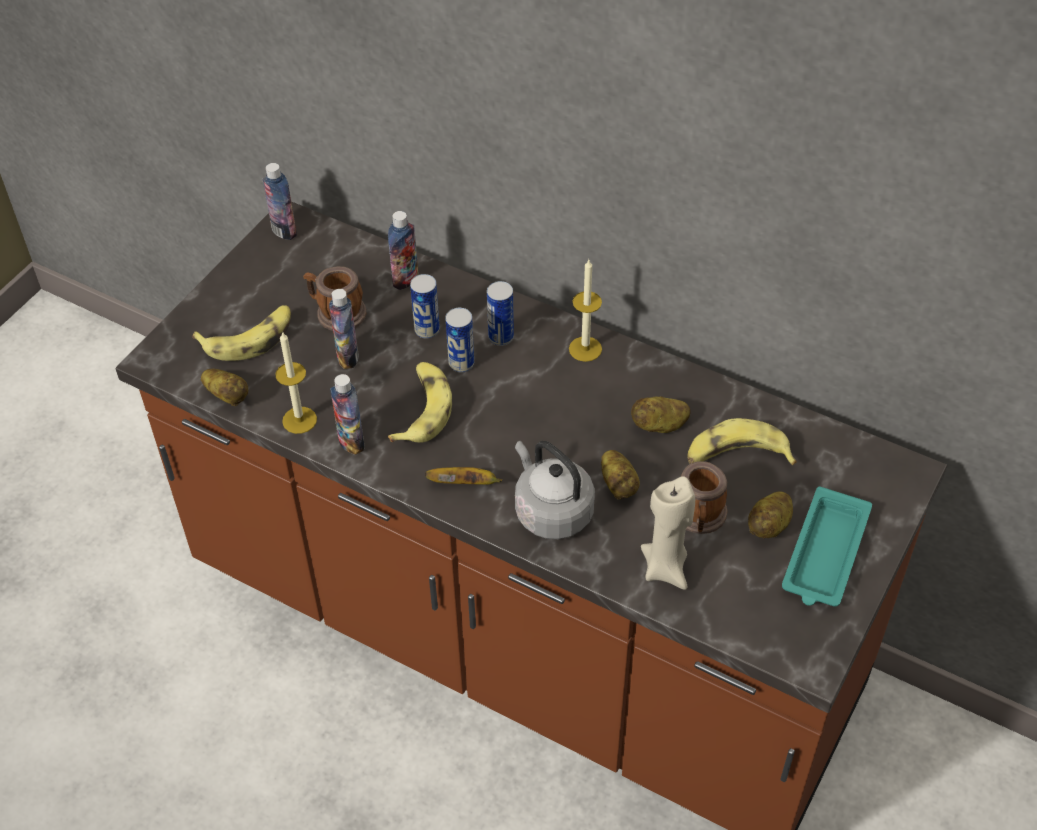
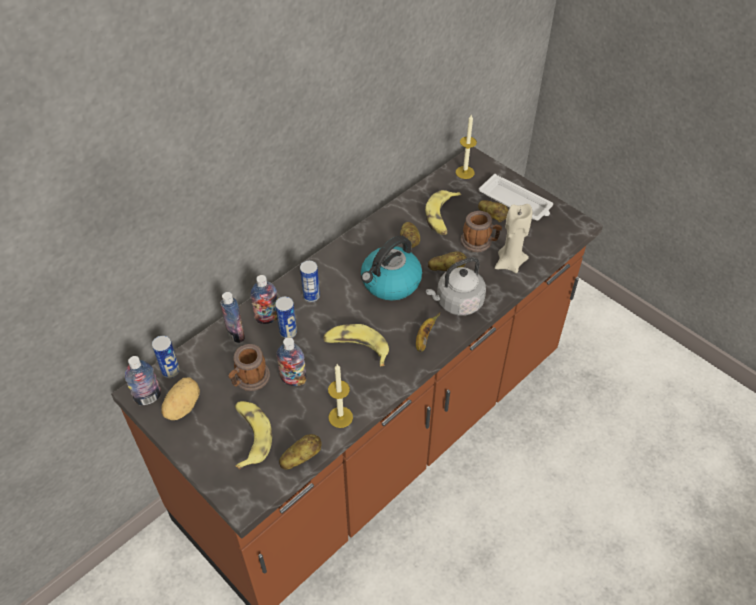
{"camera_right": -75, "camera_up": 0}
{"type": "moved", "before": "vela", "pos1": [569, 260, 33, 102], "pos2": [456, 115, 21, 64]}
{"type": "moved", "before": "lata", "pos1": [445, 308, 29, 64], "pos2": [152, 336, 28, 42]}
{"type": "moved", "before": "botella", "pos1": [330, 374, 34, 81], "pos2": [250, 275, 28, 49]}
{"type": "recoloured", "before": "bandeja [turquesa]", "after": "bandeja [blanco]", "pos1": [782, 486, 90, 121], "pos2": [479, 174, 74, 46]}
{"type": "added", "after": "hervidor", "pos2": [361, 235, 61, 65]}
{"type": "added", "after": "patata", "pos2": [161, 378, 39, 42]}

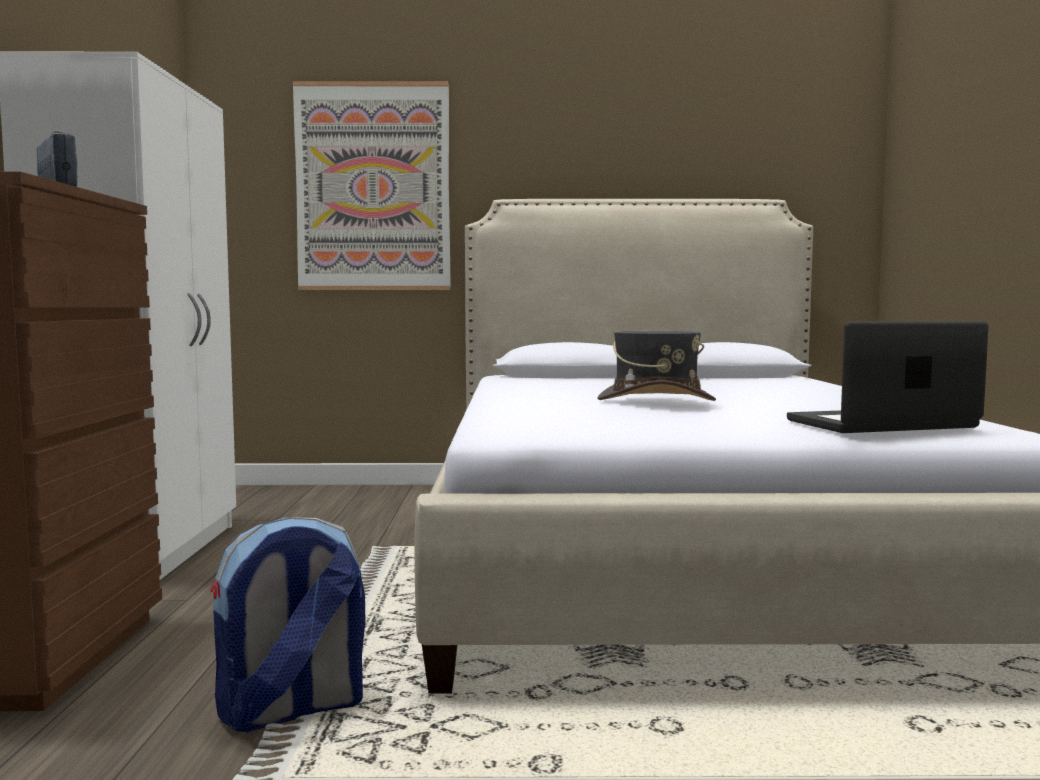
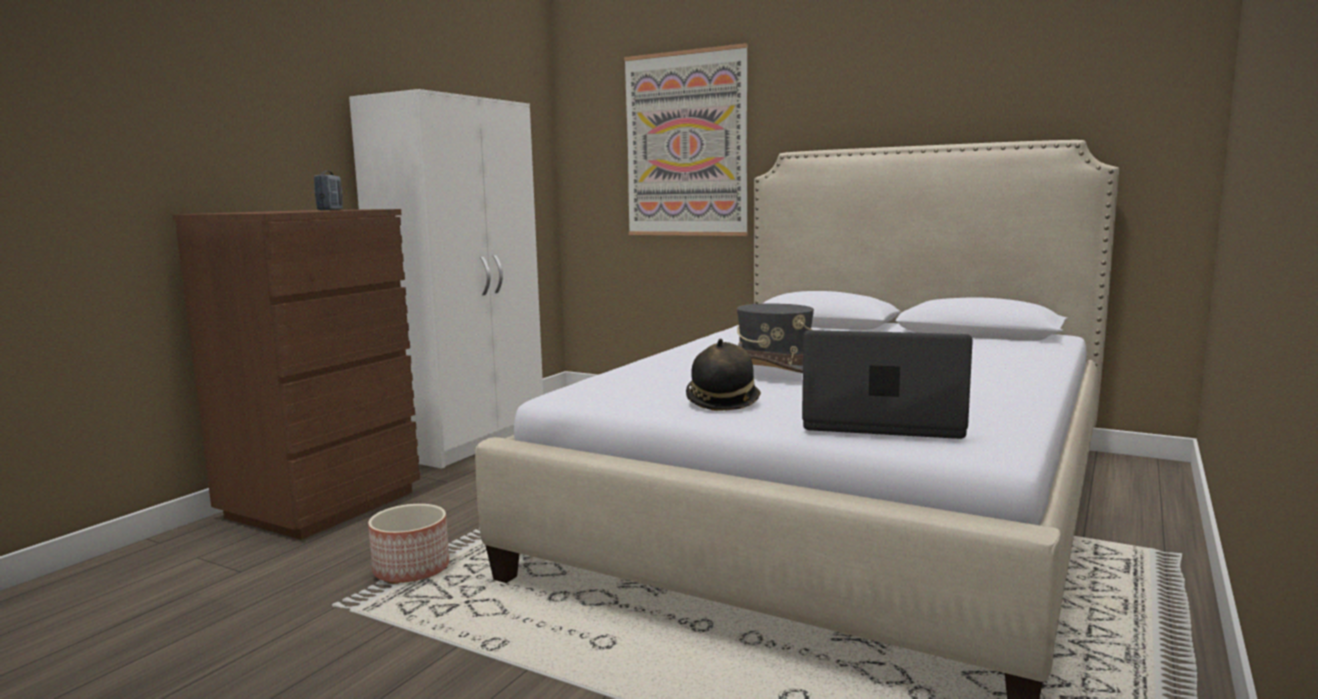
{"camera_right": 30, "camera_up": 5}
{"type": "replaced", "before": "mochila", "after": "maceta", "pos1": [210, 517, 155, 215], "pos2": [368, 504, 81, 80]}
{"type": "added", "after": "sombrero", "pos2": [686, 339, 75, 72]}

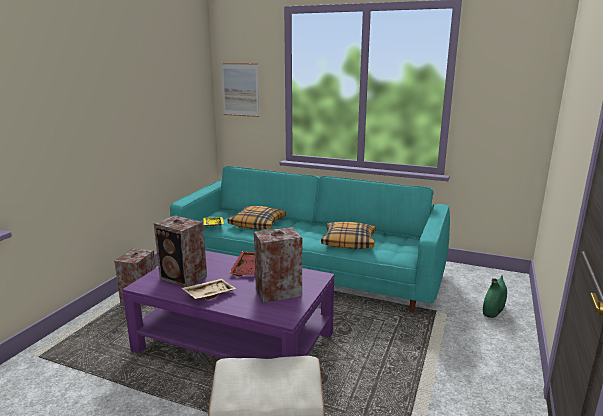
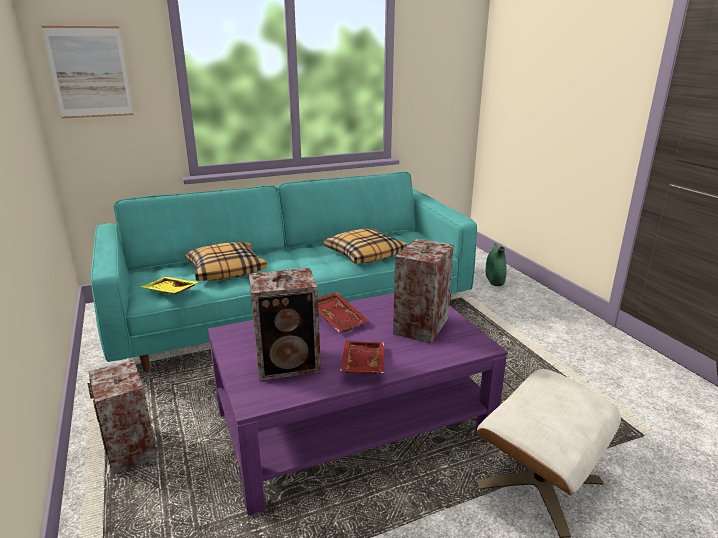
{"camera_right": -45, "camera_up": 5}
{"type": "recoloured", "before": "bandeja [beis]", "after": "bandeja [rojo]", "pos1": [182, 279, 54, 21], "pos2": [340, 340, 44, 34]}

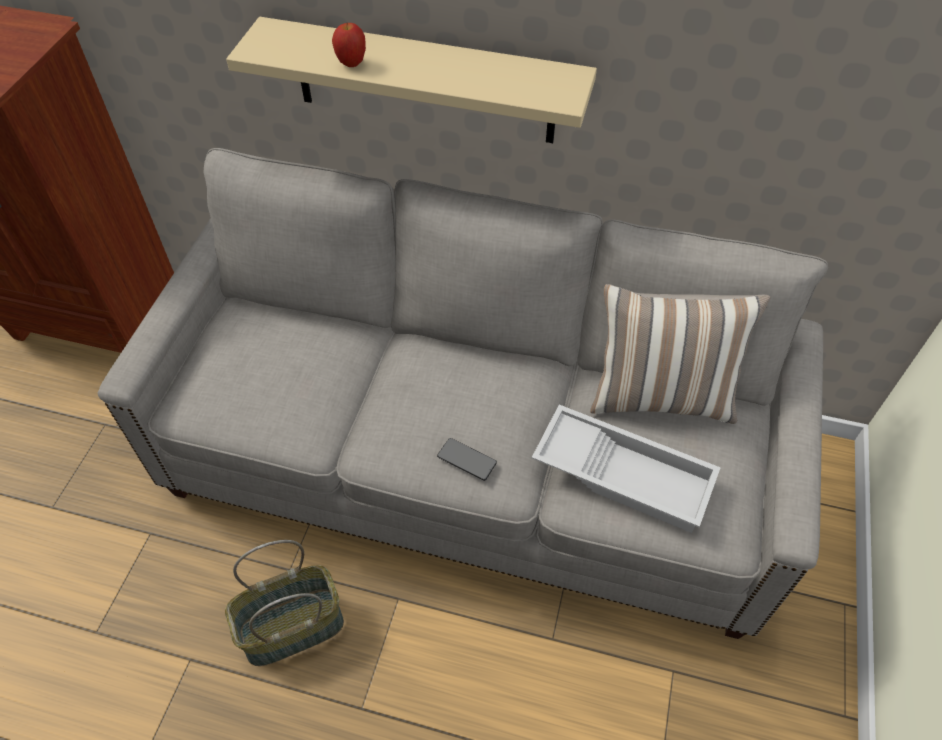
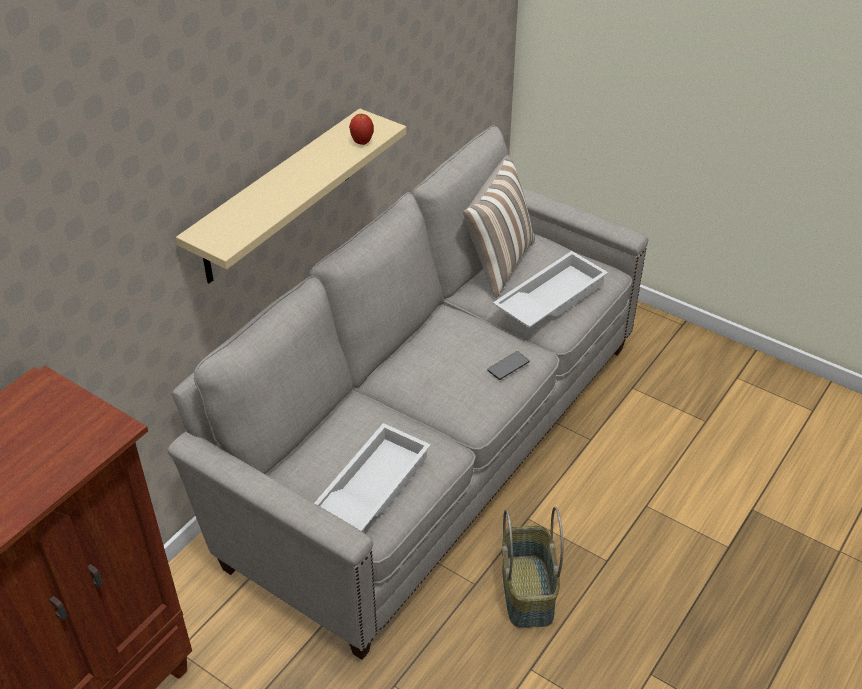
{"camera_right": -70, "camera_up": -10}
{"type": "moved", "before": "manzana", "pos1": [332, 23, 34, 44], "pos2": [349, 114, 25, 31]}
{"type": "added", "after": "bandeja [blanco]", "pos2": [315, 423, 116, 108]}

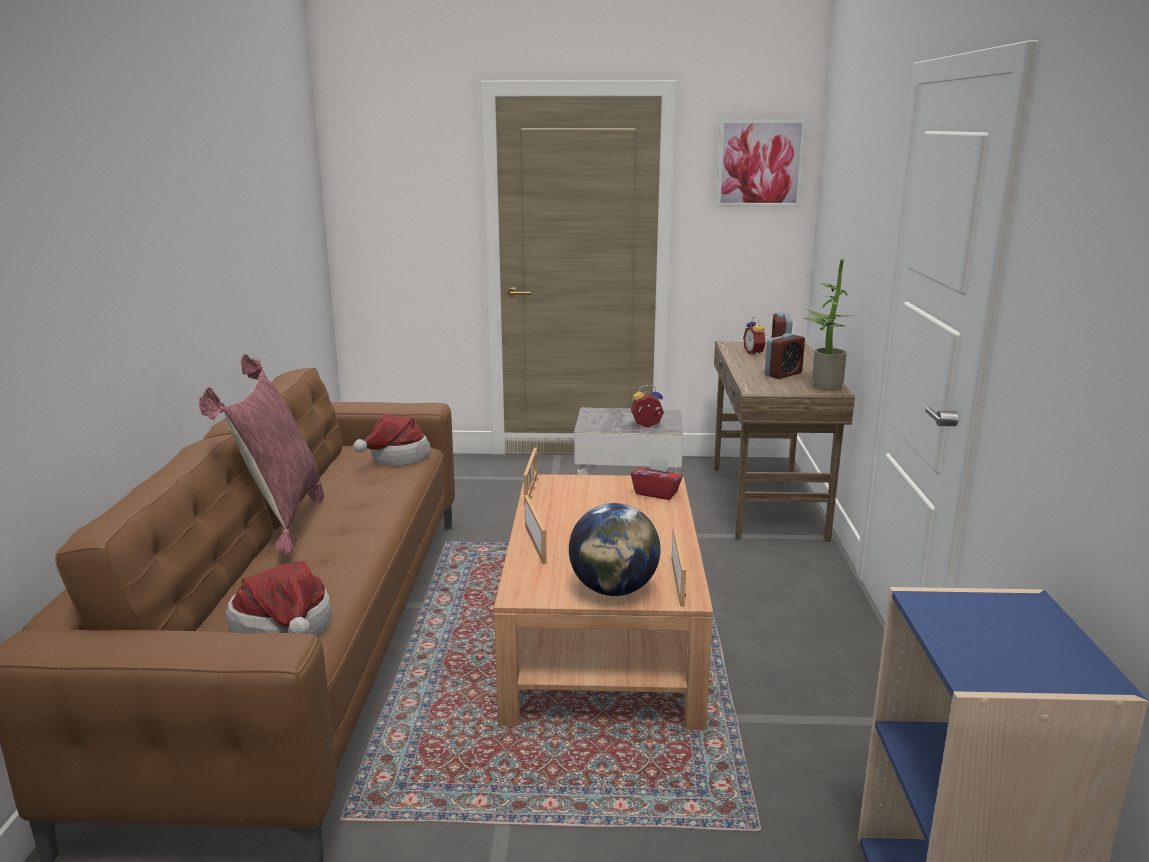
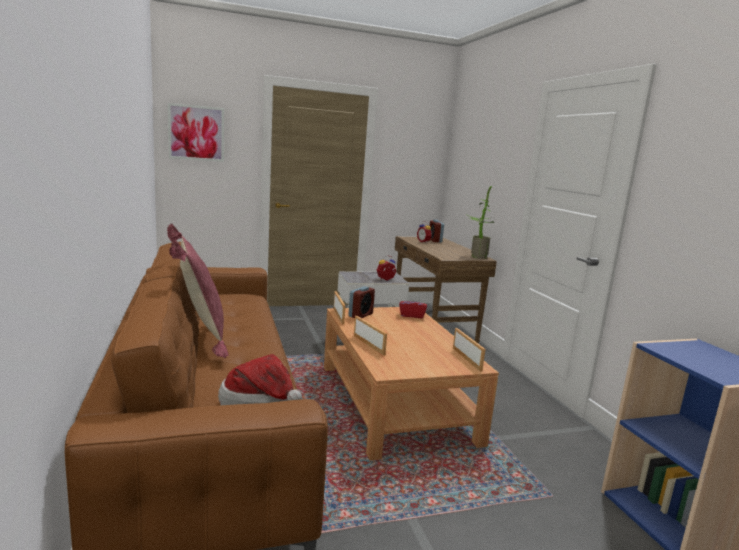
{"camera_right": -20, "camera_up": -5}
{"type": "moved", "before": "cuadro", "pos1": [716, 120, 91, 87], "pos2": [168, 103, 56, 59]}
{"type": "moved", "before": "despertador", "pos1": [765, 333, 40, 46], "pos2": [348, 286, 27, 32]}
{"type": "removed", "before": "sombrero", "pos1": [353, 414, 78, 52]}
{"type": "removed", "before": "globo terráqueo", "pos1": [569, 503, 91, 93]}

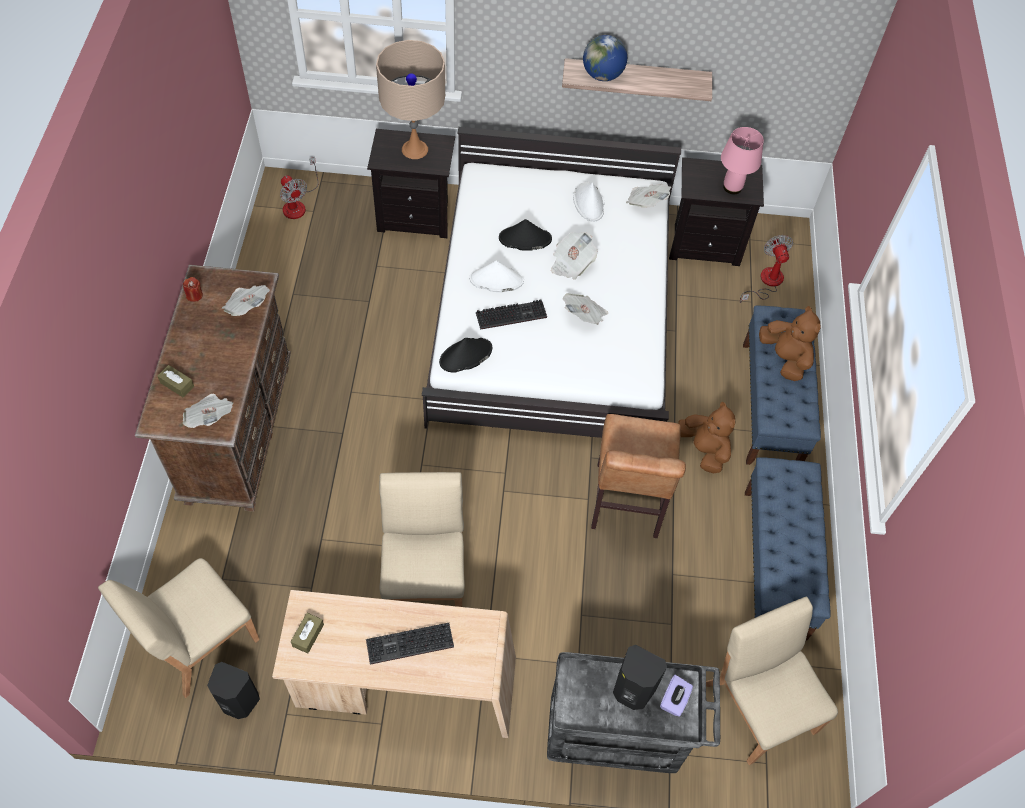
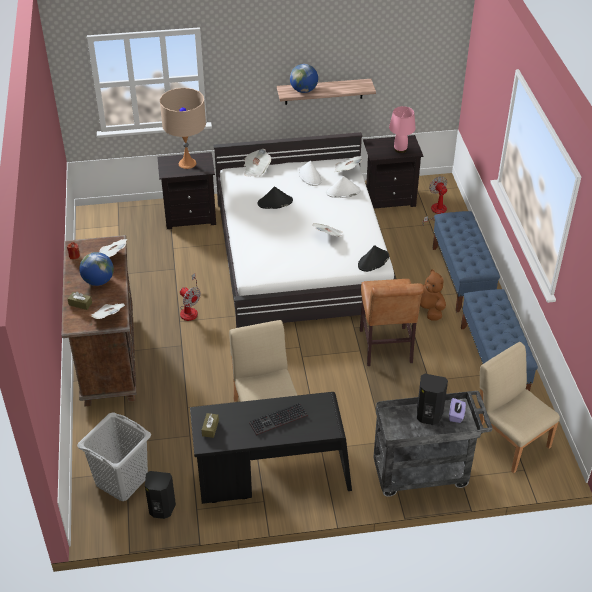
{"camera_right": -10, "camera_up": -15}
{"type": "moved", "before": "ventilador", "pos1": [280, 157, 39, 62], "pos2": [180, 273, 21, 48]}
{"type": "moved", "before": "periódico", "pos1": [551, 232, 46, 48], "pos2": [243, 149, 28, 28]}
{"type": "moved", "before": "sombrero [blanco]", "pos1": [469, 260, 55, 32], "pos2": [326, 176, 35, 22]}
{"type": "removed", "before": "teclado", "pos1": [476, 299, 71, 31]}
{"type": "removed", "before": "peluche [marrón]", "pos1": [759, 306, 61, 75]}
{"type": "moved", "before": "sombrero [negro]", "pos1": [439, 338, 53, 34], "pos2": [358, 245, 31, 27]}
{"type": "replaced", "before": "silla [beis]", "after": "cesto de la ropa [gris]", "pos1": [98, 558, 162, 140], "pos2": [77, 412, 74, 89]}
{"type": "recoloured", "before": "escritorio [beis]", "after": "escritorio [negro]", "pos1": [272, 590, 244, 148], "pos2": [190, 392, 162, 112]}
{"type": "added", "after": "globo terráqueo", "pos2": [79, 252, 35, 34]}

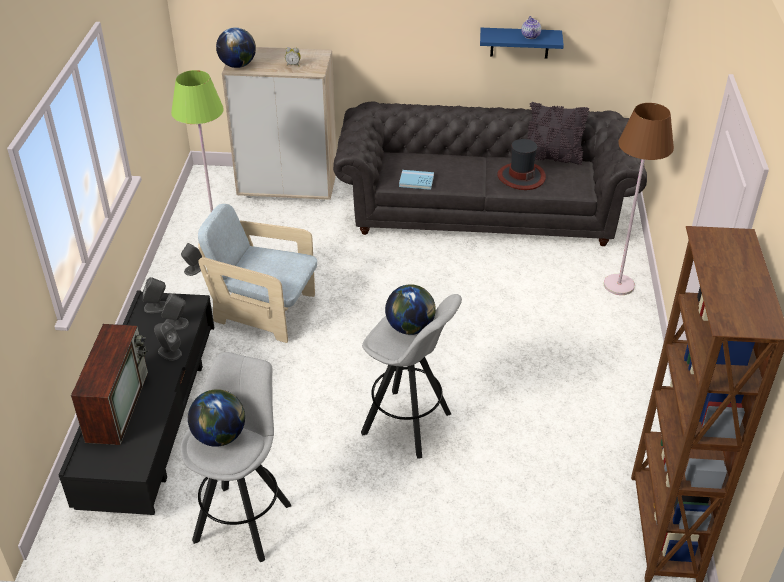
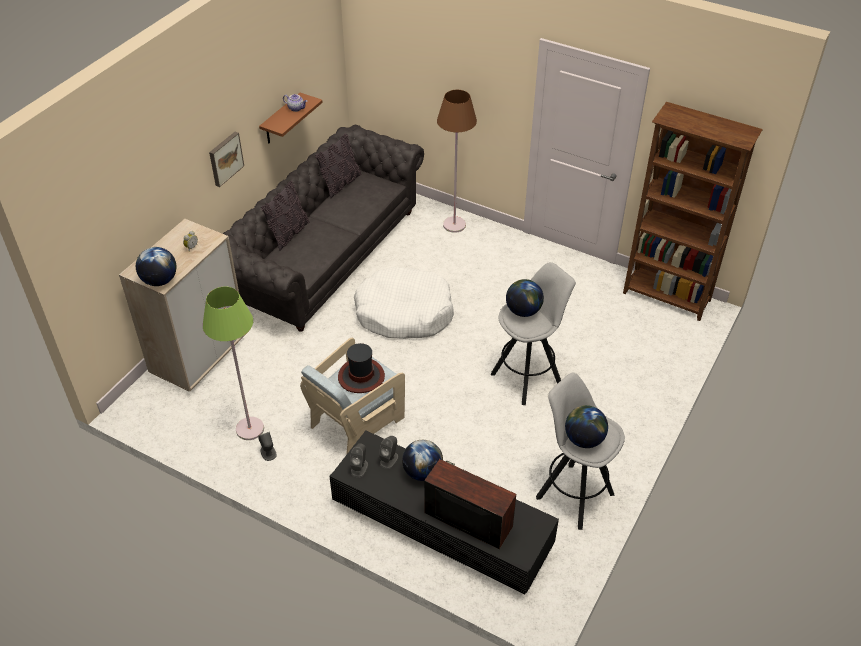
{"camera_right": -65, "camera_up": 5}
{"type": "recoloured", "before": "estante [azul]", "after": "estante [marrón]", "pos1": [480, 28, 84, 31], "pos2": [259, 93, 64, 50]}
{"type": "moved", "before": "sombrero", "pos1": [497, 139, 49, 51], "pos2": [338, 343, 47, 50]}
{"type": "removed", "before": "libro [azul]", "pos1": [399, 170, 35, 20]}
{"type": "replaced", "before": "altavoz [gris]", "after": "globo terráqueo", "pos1": [154, 322, 28, 39], "pos2": [402, 440, 41, 41]}
{"type": "added", "after": "cuadro", "pos2": [209, 132, 35, 55]}
{"type": "added", "after": "cojín [negro]", "pos2": [261, 181, 48, 70]}
{"type": "added", "after": "cama para perro [blanco]", "pos2": [354, 267, 100, 72]}

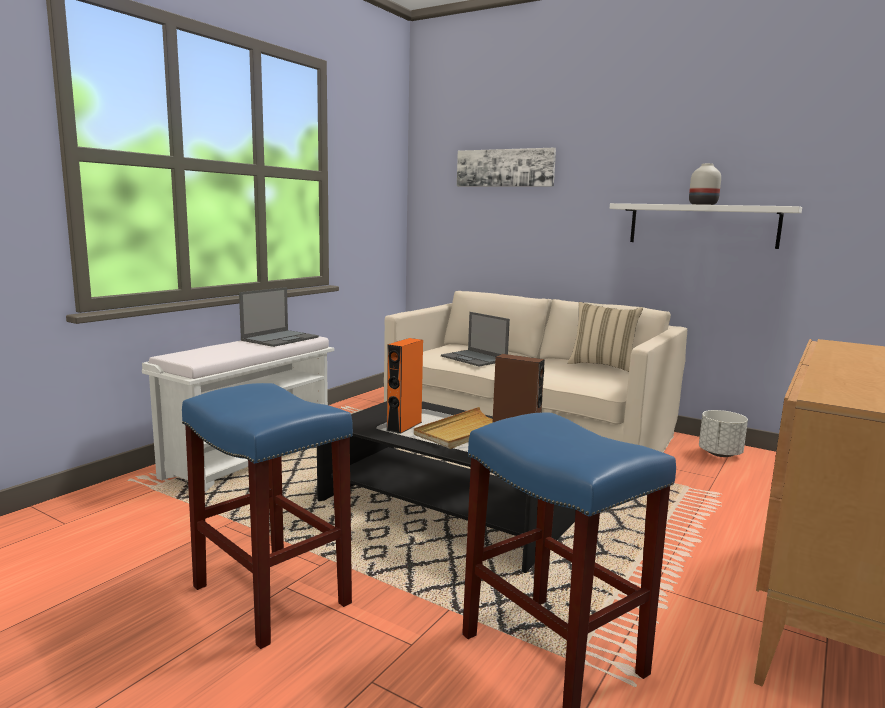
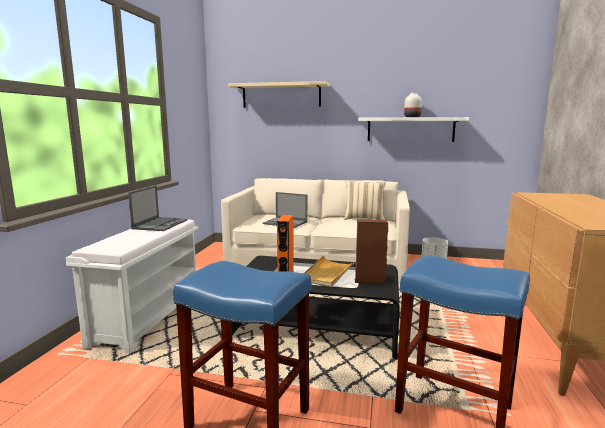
{"camera_right": -20, "camera_up": 0}
{"type": "replaced", "before": "cuadro", "after": "estante [beis]", "pos1": [457, 148, 99, 39], "pos2": [228, 81, 101, 27]}

